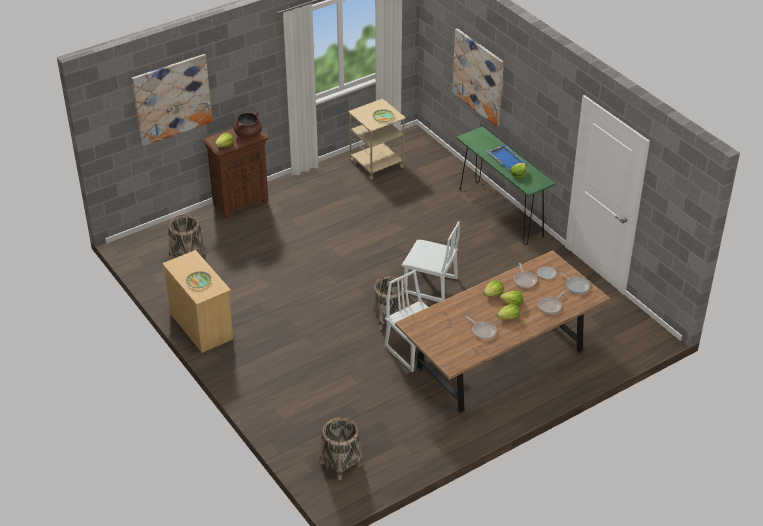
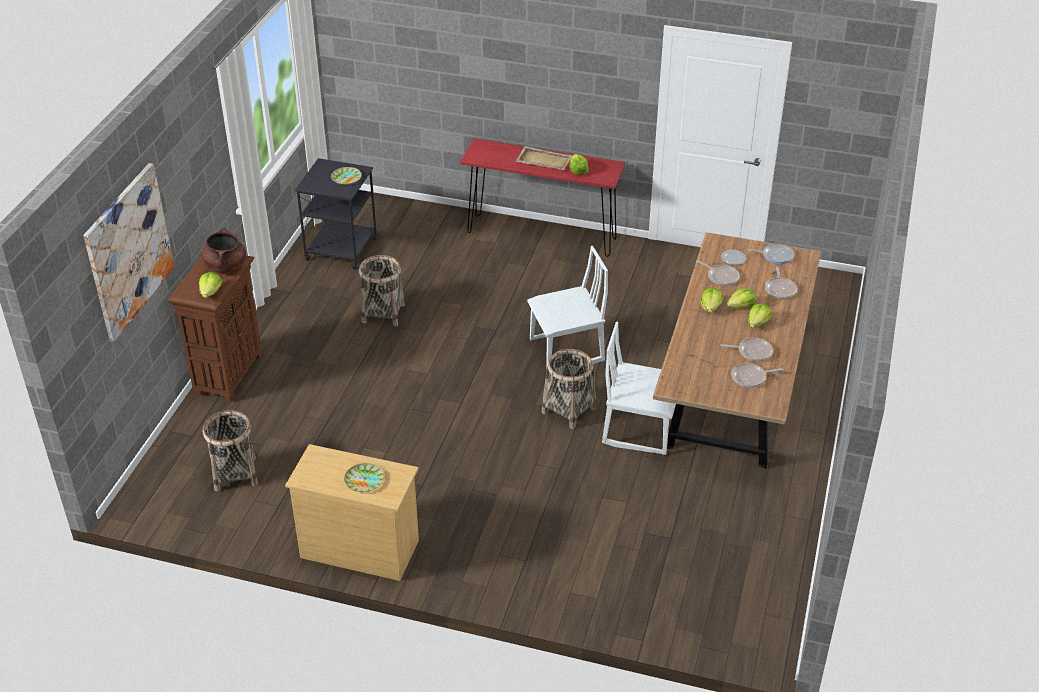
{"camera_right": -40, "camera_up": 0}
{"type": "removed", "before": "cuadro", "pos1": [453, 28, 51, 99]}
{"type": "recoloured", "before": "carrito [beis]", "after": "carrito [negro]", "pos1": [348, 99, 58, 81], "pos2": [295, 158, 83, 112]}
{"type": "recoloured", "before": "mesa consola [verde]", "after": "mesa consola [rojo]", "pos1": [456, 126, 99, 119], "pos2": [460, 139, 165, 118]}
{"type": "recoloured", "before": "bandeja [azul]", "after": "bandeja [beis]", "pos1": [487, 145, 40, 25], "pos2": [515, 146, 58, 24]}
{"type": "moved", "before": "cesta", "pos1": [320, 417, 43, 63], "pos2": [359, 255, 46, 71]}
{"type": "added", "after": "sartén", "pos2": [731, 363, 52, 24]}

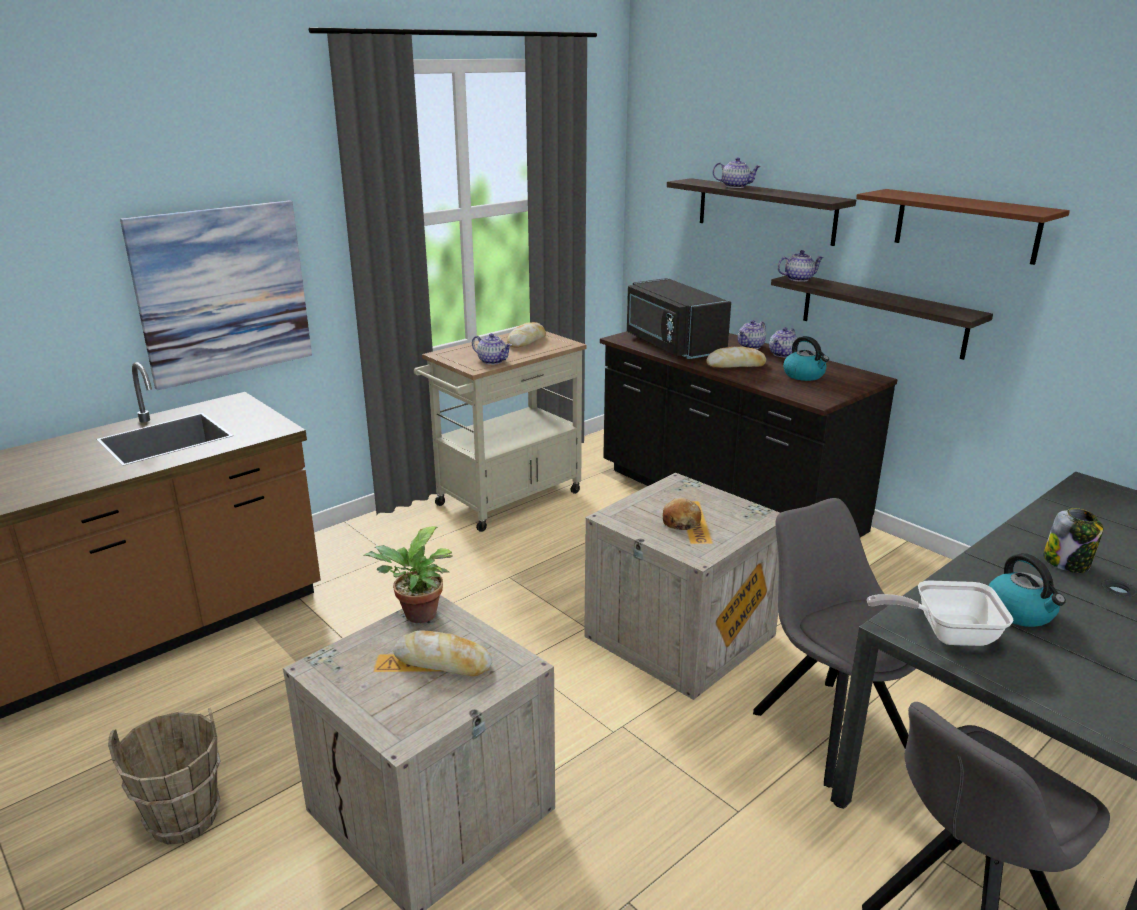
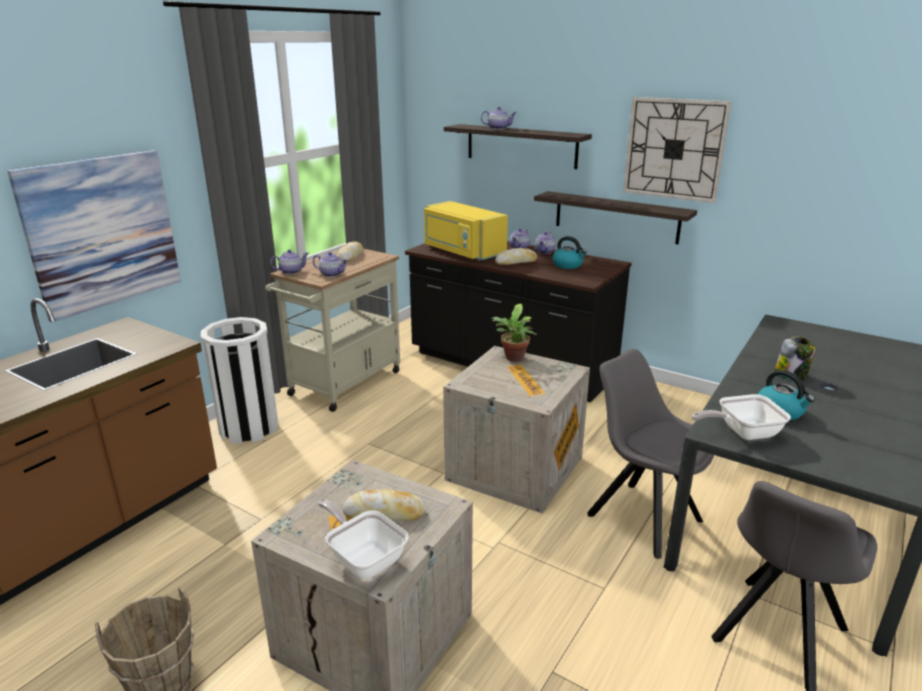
{"camera_right": -15, "camera_up": 0}
{"type": "replaced", "before": "estante [marrón]", "after": "reloj de pared", "pos1": [856, 189, 214, 76], "pos2": [623, 97, 108, 106]}
{"type": "moved", "before": "tetera", "pos1": [777, 250, 47, 32], "pos2": [270, 249, 39, 25]}
{"type": "recoloured", "before": "microondas [negro]", "after": "microondas [amarillo]", "pos1": [627, 278, 104, 81], "pos2": [424, 201, 84, 60]}
{"type": "removed", "before": "pan", "pos1": [663, 498, 38, 32]}
{"type": "moved", "before": "planta en maceta", "pos1": [363, 526, 90, 97], "pos2": [491, 304, 46, 58]}
{"type": "added", "after": "papelera [blanco]", "pos2": [201, 317, 77, 127]}
{"type": "added", "after": "sartén", "pos2": [318, 499, 91, 80]}

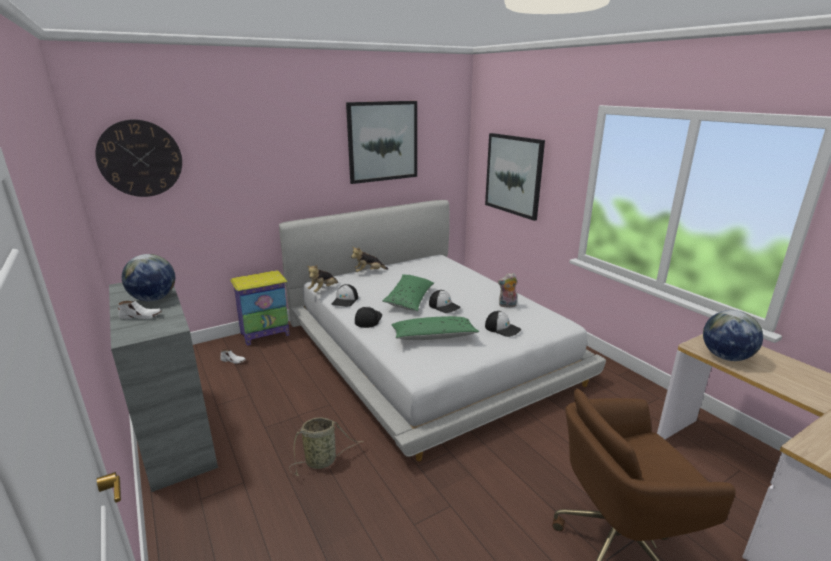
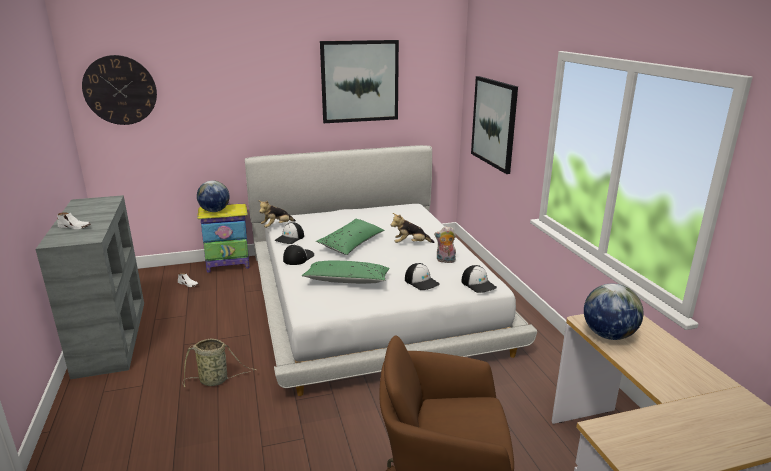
{"camera_right": 15, "camera_up": 0}
{"type": "moved", "before": "peluche", "pos1": [351, 247, 37, 25], "pos2": [391, 213, 44, 30]}
{"type": "moved", "before": "globo terráqueo", "pos1": [122, 254, 53, 47], "pos2": [197, 180, 32, 32]}
{"type": "moved", "before": "gorra", "pos1": [429, 290, 32, 23], "pos2": [461, 265, 36, 28]}

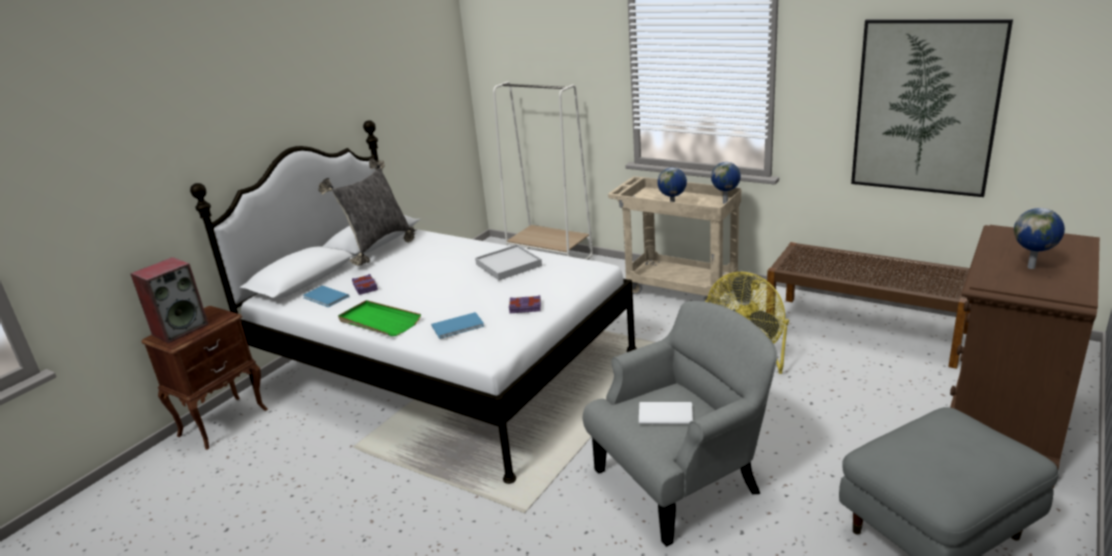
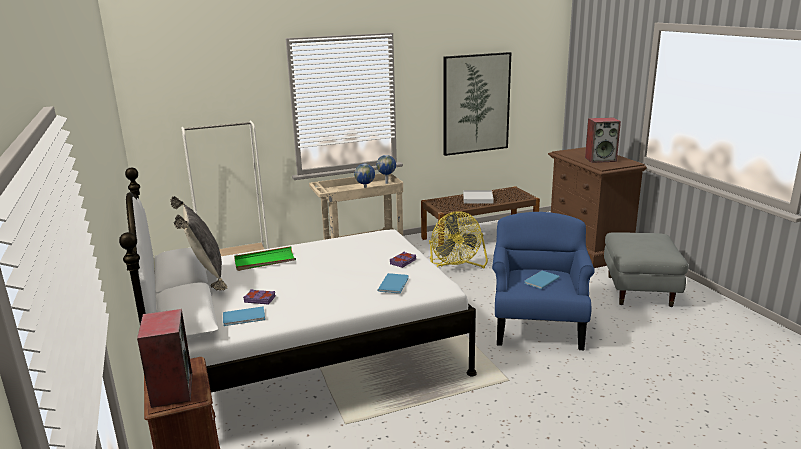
{"camera_right": -55, "camera_up": -5}
{"type": "replaced", "before": "globo terráqueo", "after": "altavoz", "pos1": [1014, 208, 51, 61], "pos2": [585, 117, 36, 46]}
{"type": "moved", "before": "bandeja [blanco]", "pos1": [475, 245, 67, 35], "pos2": [463, 190, 31, 14]}
{"type": "moved", "before": "bandeja [verde]", "pos1": [338, 300, 83, 36], "pos2": [234, 246, 62, 25]}
{"type": "recoloured", "before": "sillón [gris]", "after": "sillón [azul]", "pos1": [583, 301, 194, 246], "pos2": [492, 212, 103, 138]}
{"type": "recoloured", "before": "libro [blanco]", "after": "libro [azul]", "pos1": [639, 402, 54, 22], "pos2": [524, 271, 36, 18]}

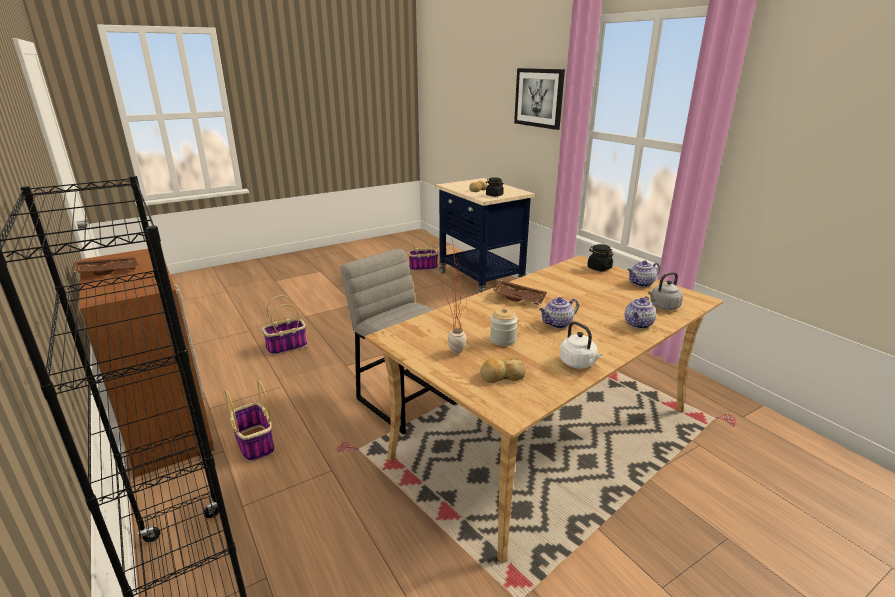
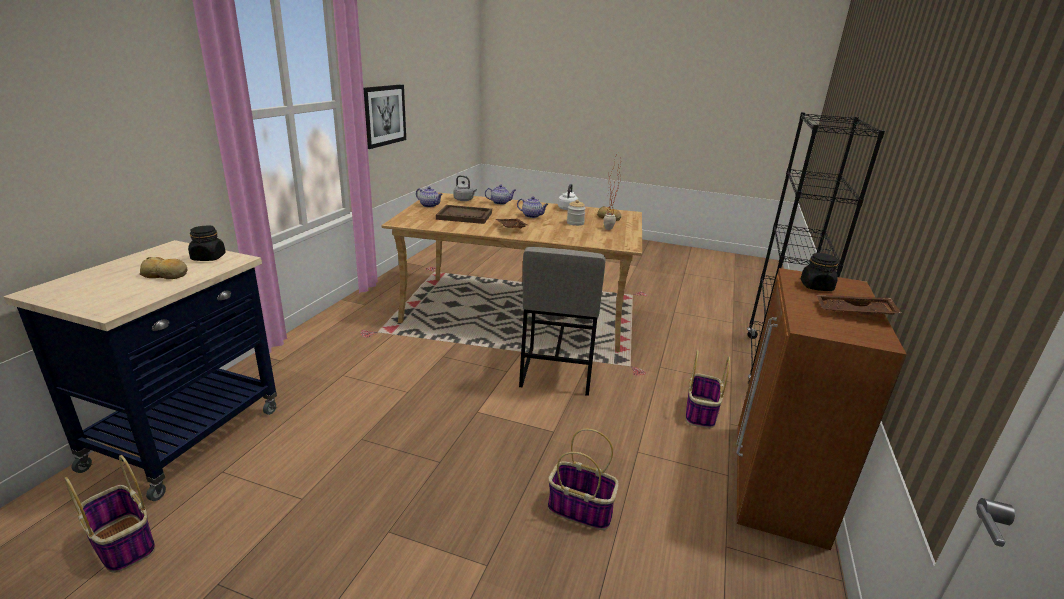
{"camera_right": -130, "camera_up": 0}
{"type": "moved", "before": "cuadro", "pos1": [514, 68, 51, 62], "pos2": [363, 84, 43, 65]}
{"type": "moved", "before": "tarro [negro]", "pos1": [587, 244, 26, 27], "pos2": [800, 252, 38, 39]}
{"type": "added", "after": "bandeja [marrón]", "pos2": [436, 205, 56, 19]}

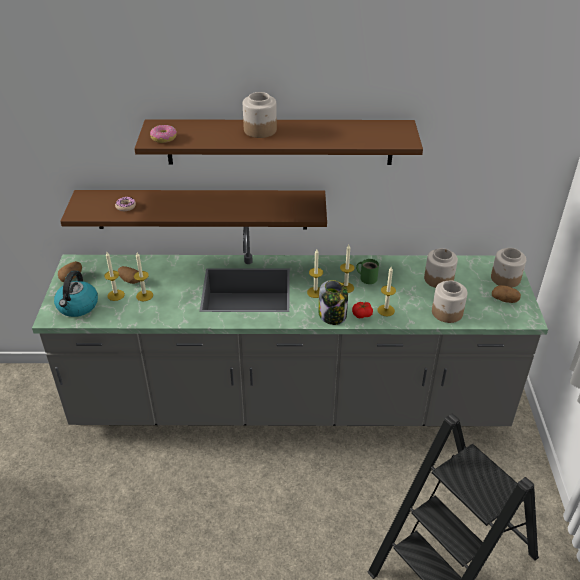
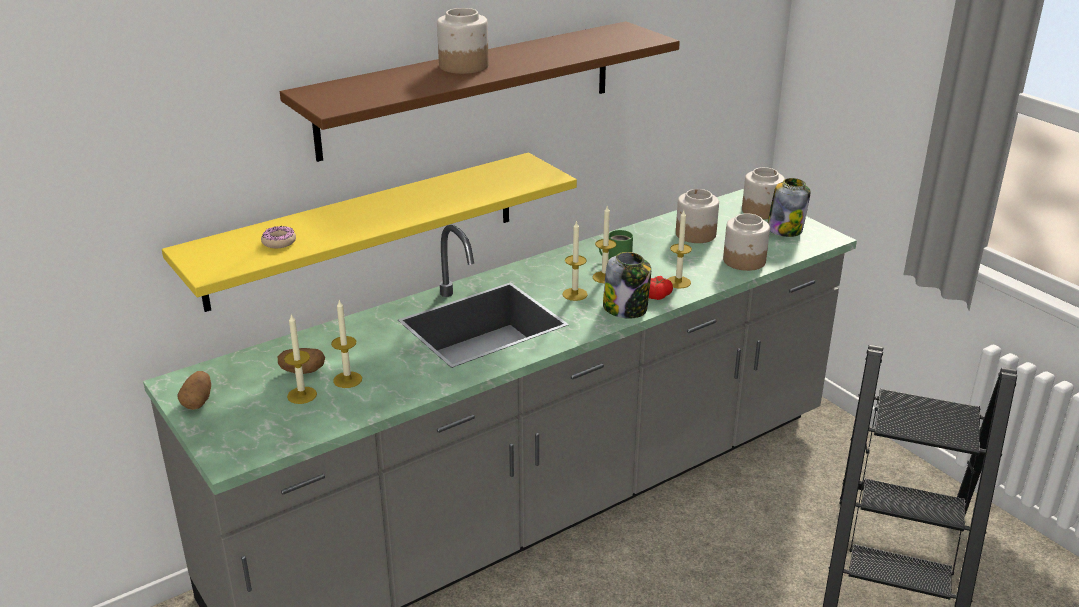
{"camera_right": -35, "camera_up": -10}
{"type": "removed", "before": "rosquilla", "pos1": [150, 125, 27, 18]}
{"type": "recoloured", "before": "estante [marrón]", "after": "estante [amarillo]", "pos1": [60, 190, 267, 40], "pos2": [162, 153, 415, 159]}
{"type": "removed", "before": "hervidor", "pos1": [54, 270, 44, 47]}
{"type": "replaced", "before": "patata", "after": "tarro", "pos1": [492, 285, 29, 18], "pos2": [768, 178, 43, 59]}

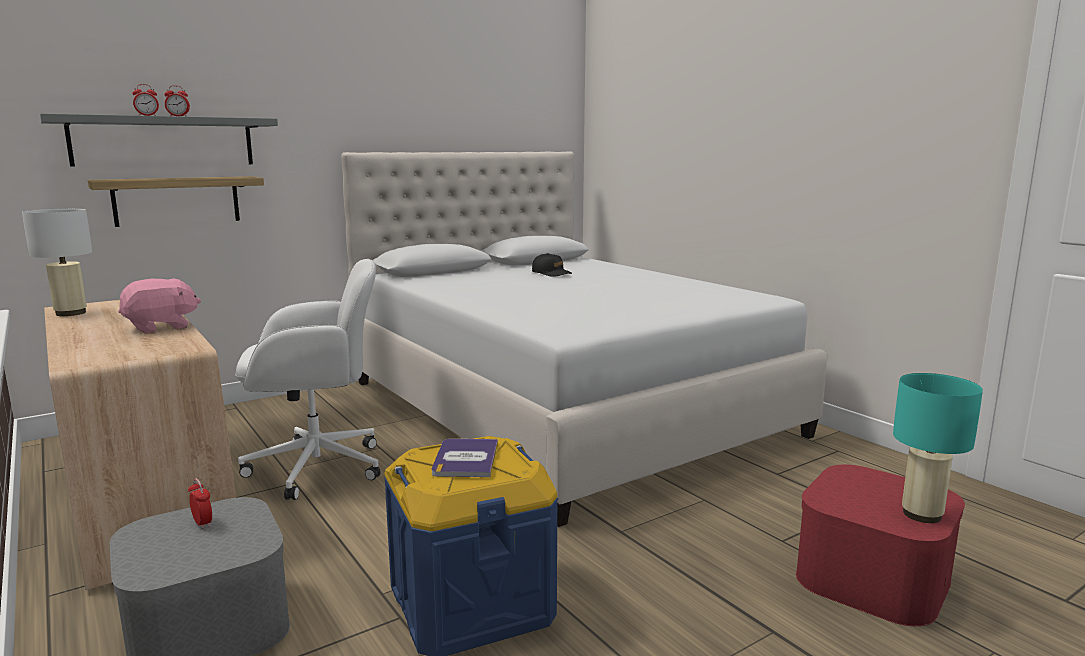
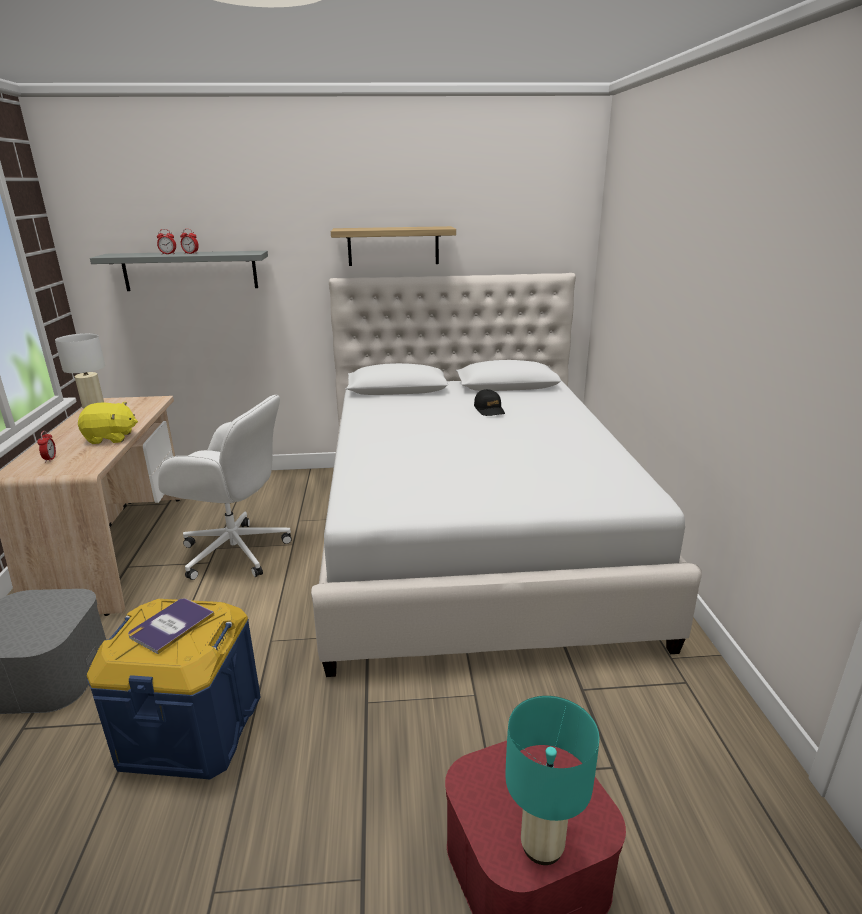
{"camera_right": 30, "camera_up": 10}
{"type": "moved", "before": "estante", "pos1": [88, 176, 176, 51], "pos2": [331, 226, 125, 40]}
{"type": "recoloured", "before": "peluche [rosa]", "after": "peluche [amarillo]", "pos1": [118, 279, 83, 54], "pos2": [78, 402, 60, 42]}
{"type": "moved", "before": "despertador", "pos1": [188, 478, 24, 51], "pos2": [37, 431, 19, 31]}

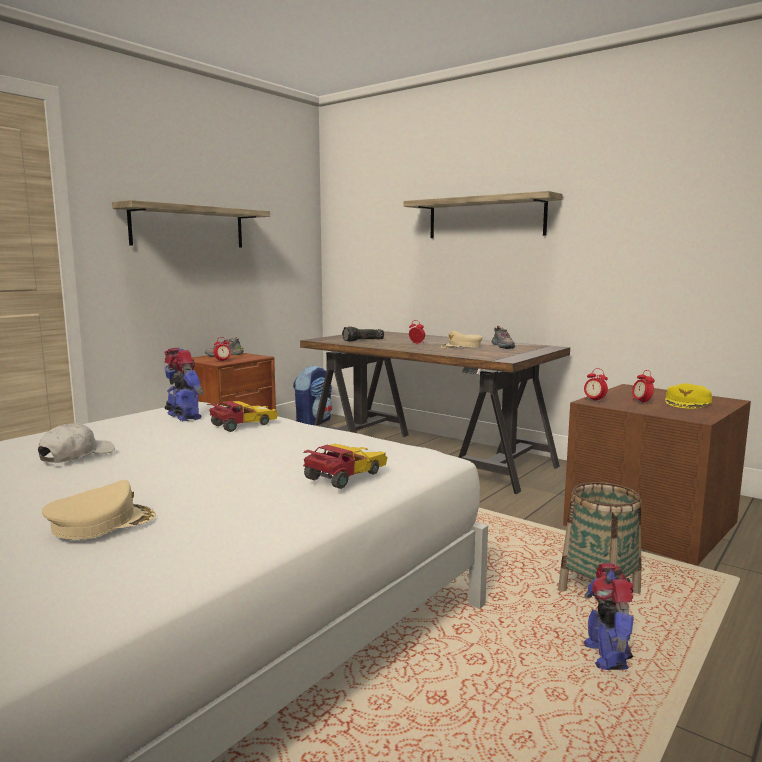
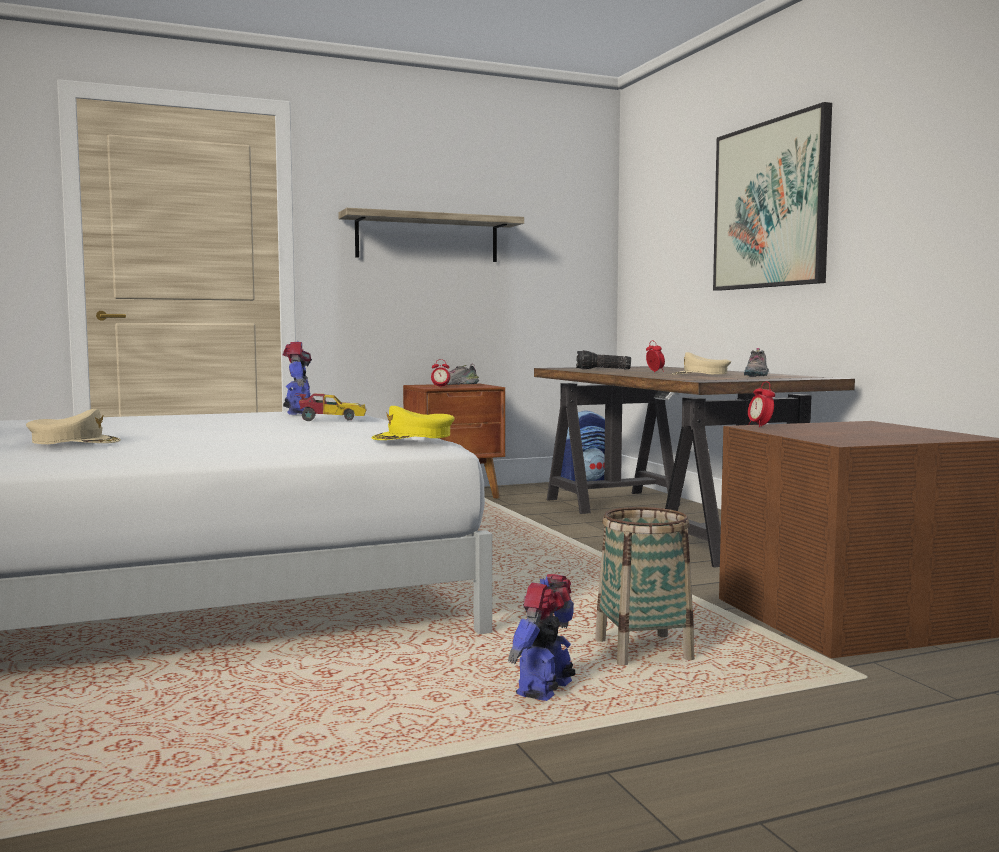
{"camera_right": 30, "camera_up": -5}
{"type": "replaced", "before": "estante", "after": "cuadro", "pos1": [403, 191, 160, 47], "pos2": [713, 102, 119, 189]}
{"type": "removed", "before": "despertador", "pos1": [632, 370, 23, 34]}
{"type": "moved", "before": "gorra [amarillo]", "pos1": [665, 383, 47, 26], "pos2": [371, 406, 84, 34]}
{"type": "removed", "before": "gorra [blanco]", "pos1": [38, 423, 77, 40]}
{"type": "removed", "before": "coche de juguete", "pos1": [303, 444, 85, 45]}

